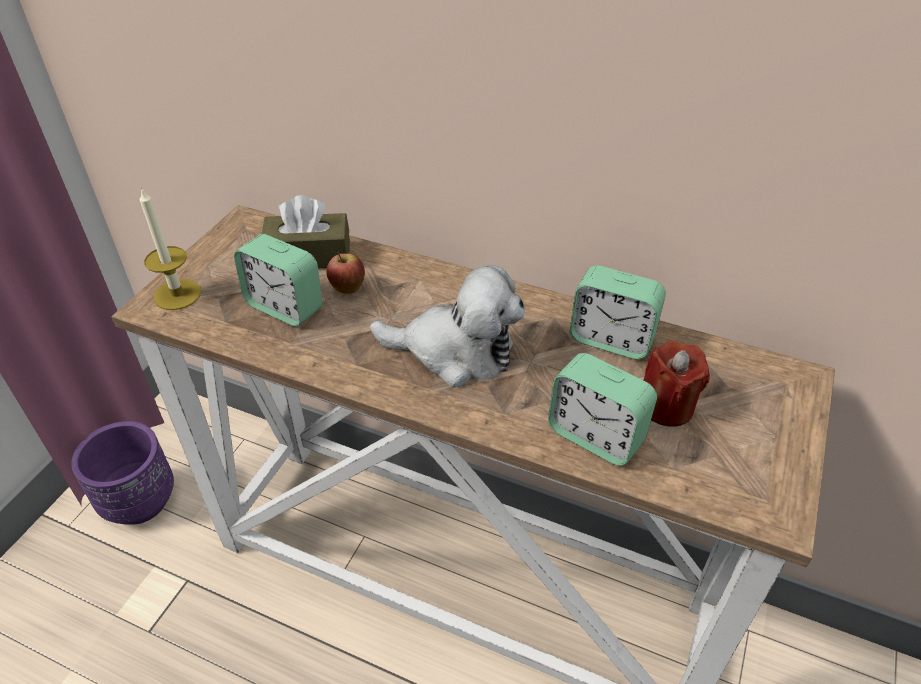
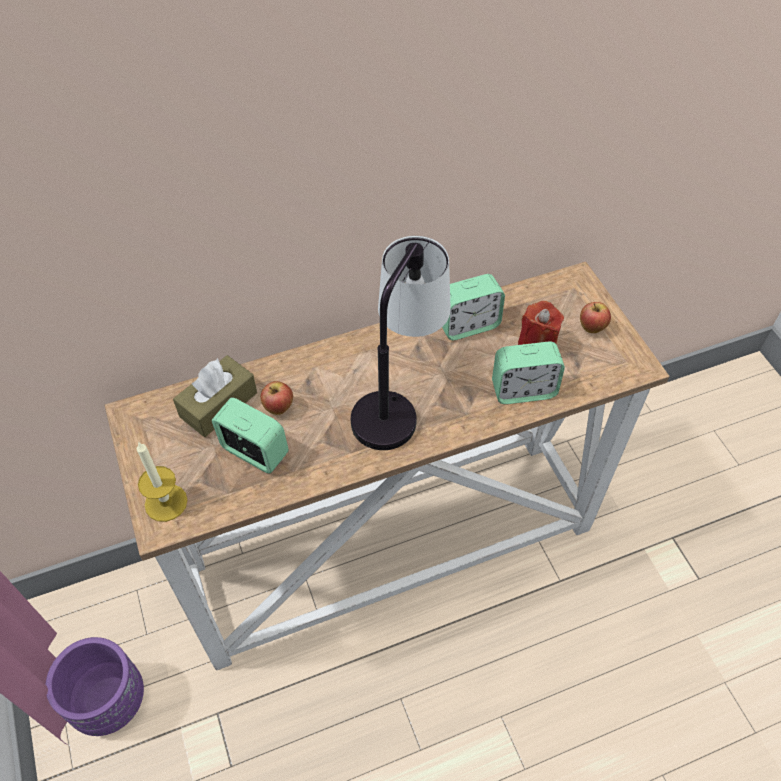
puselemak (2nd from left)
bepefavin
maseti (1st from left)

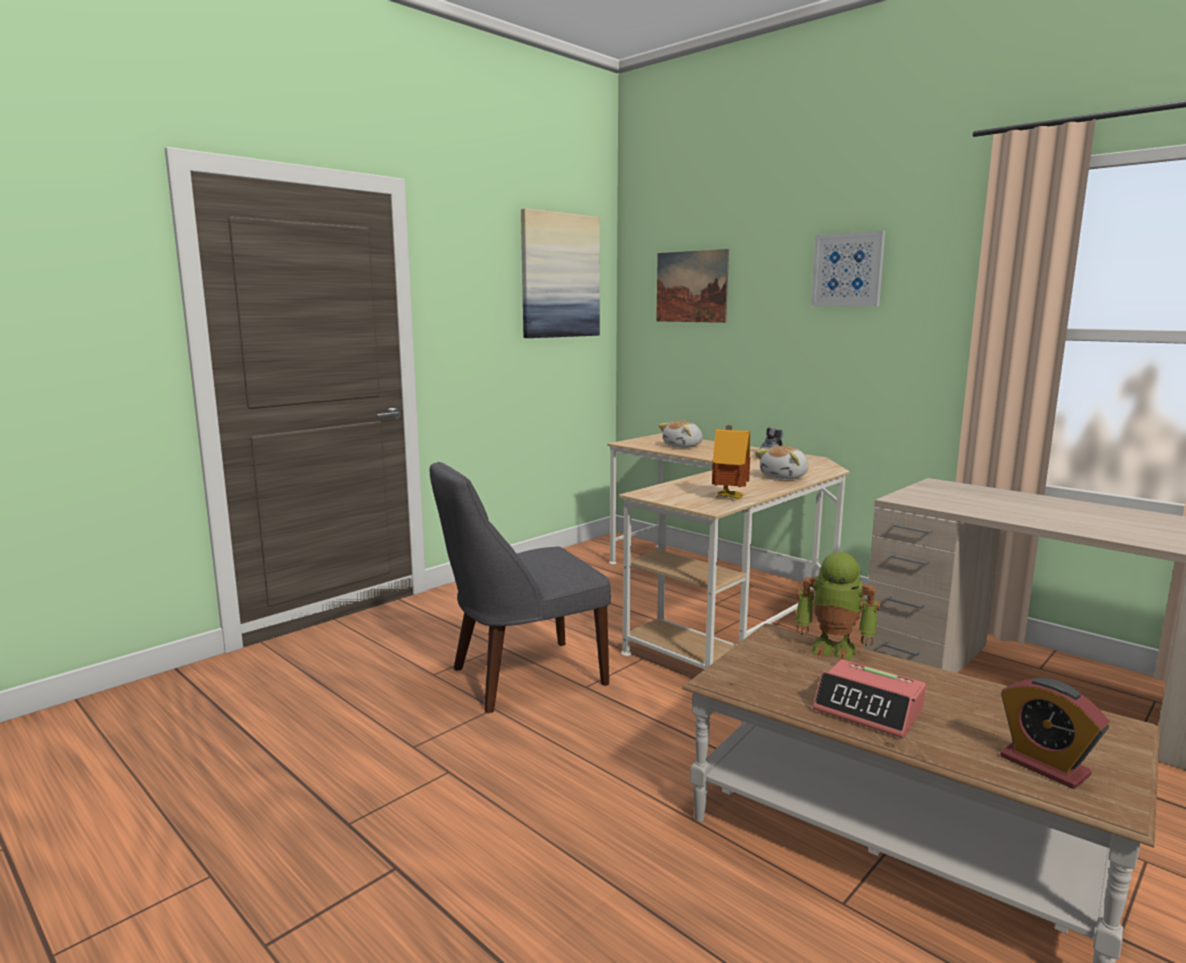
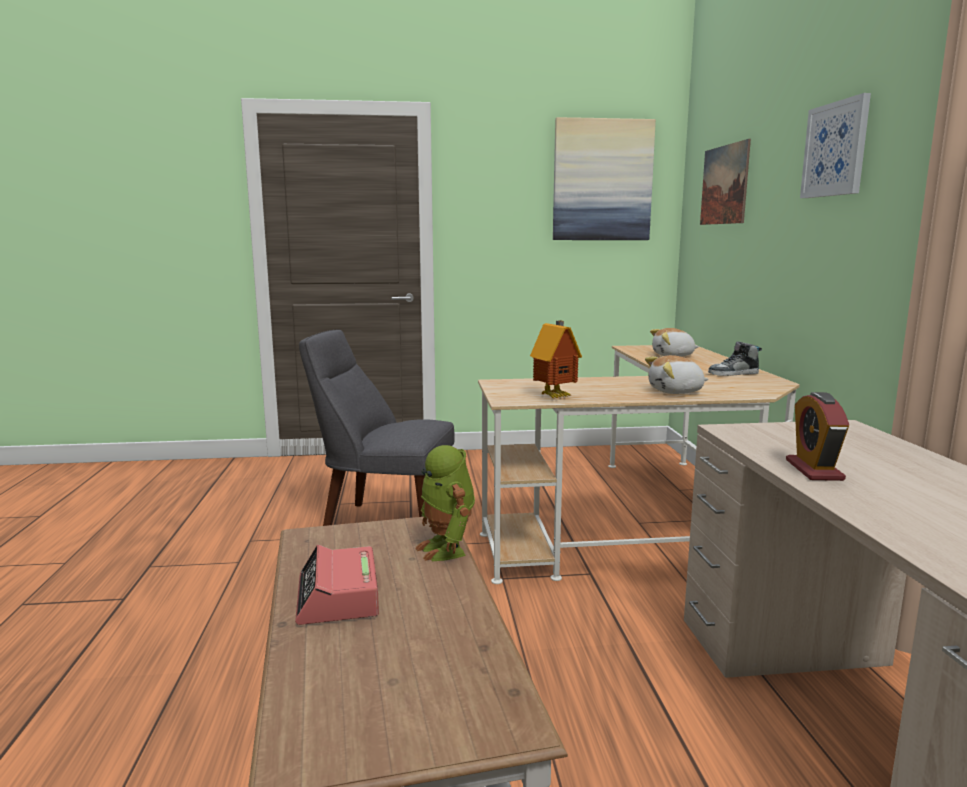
maseti (2nd from left)

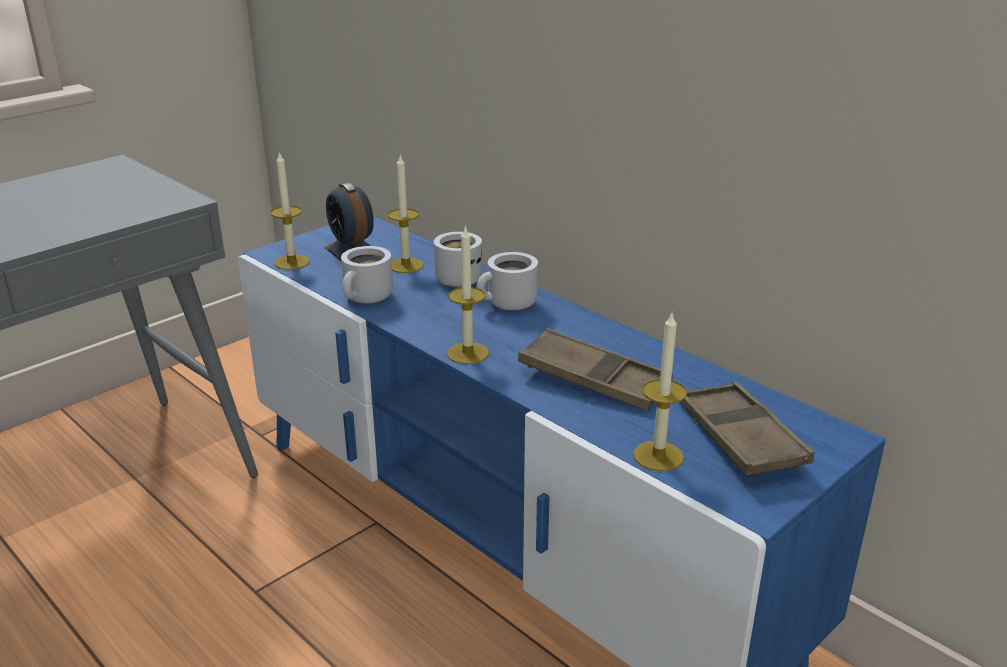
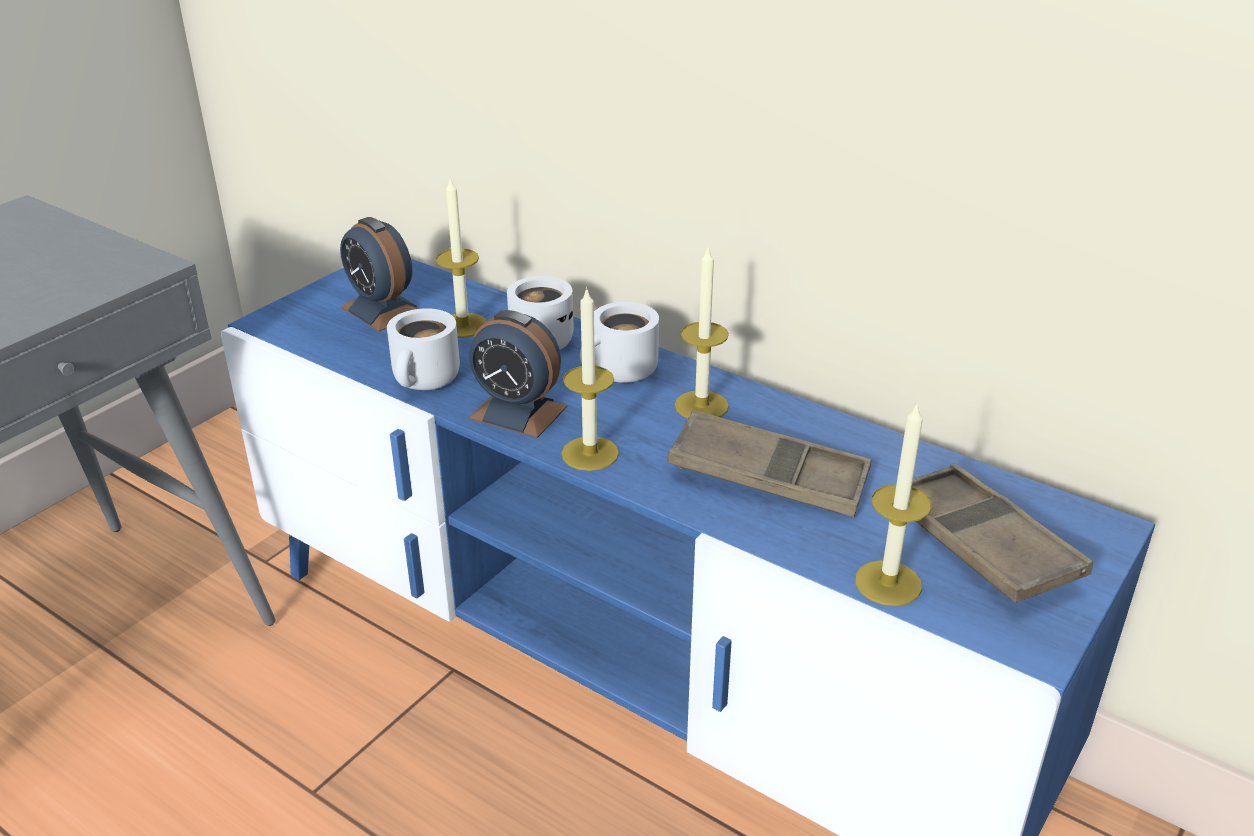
maseti (2nd from left)
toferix (3rd from left)

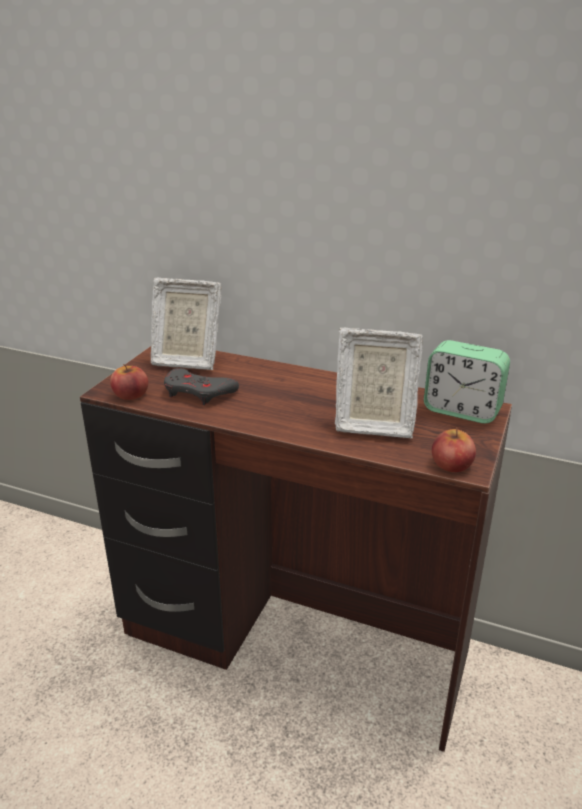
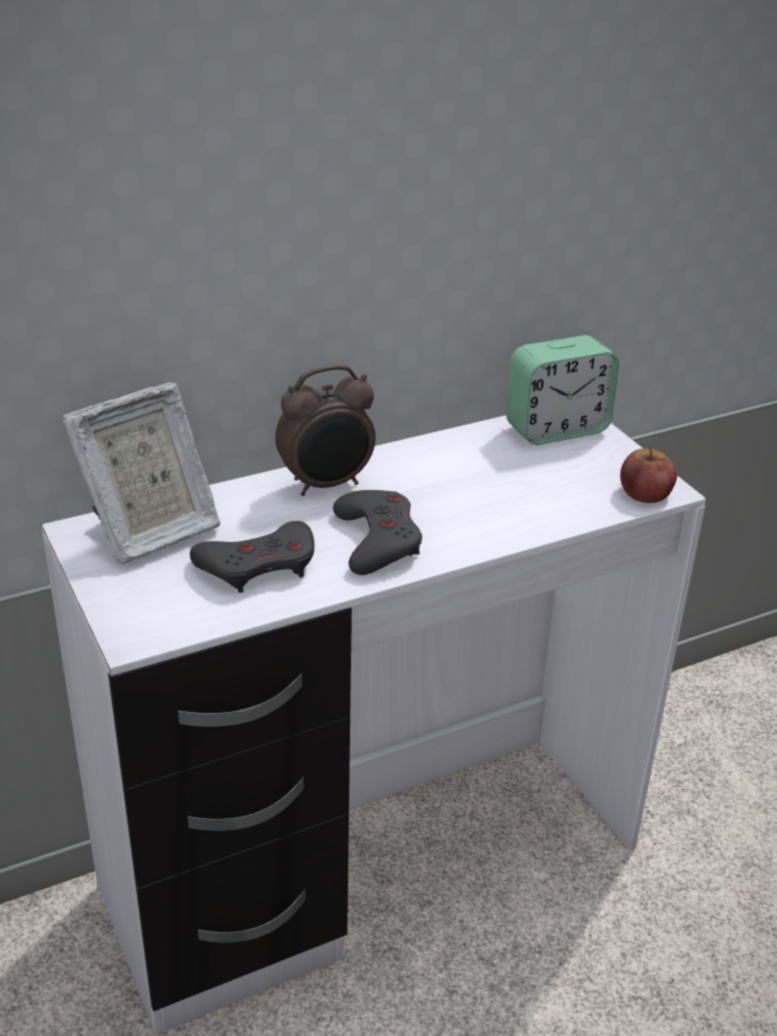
puselemak (1st from left in the first image)
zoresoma (2nd from left in the first image)
maseti (1st from left)
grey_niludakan (2nd from left)
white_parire

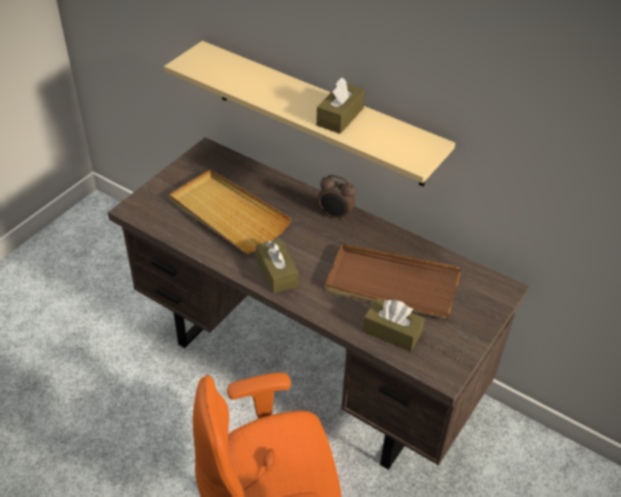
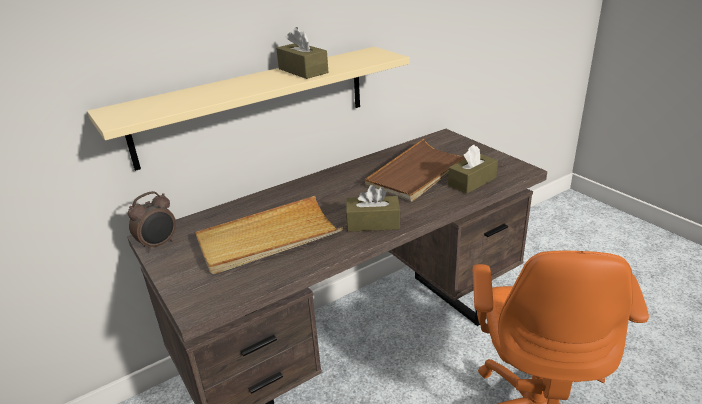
maseti

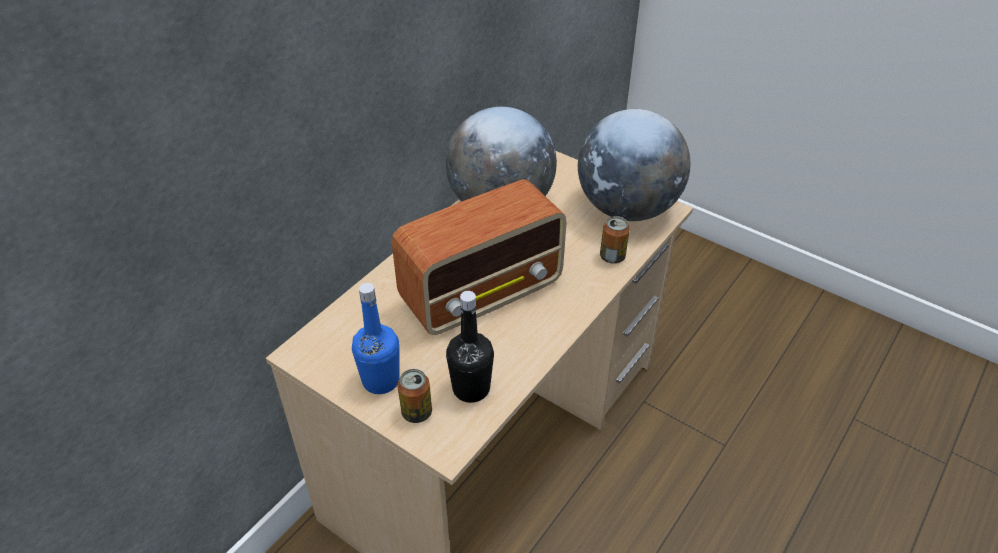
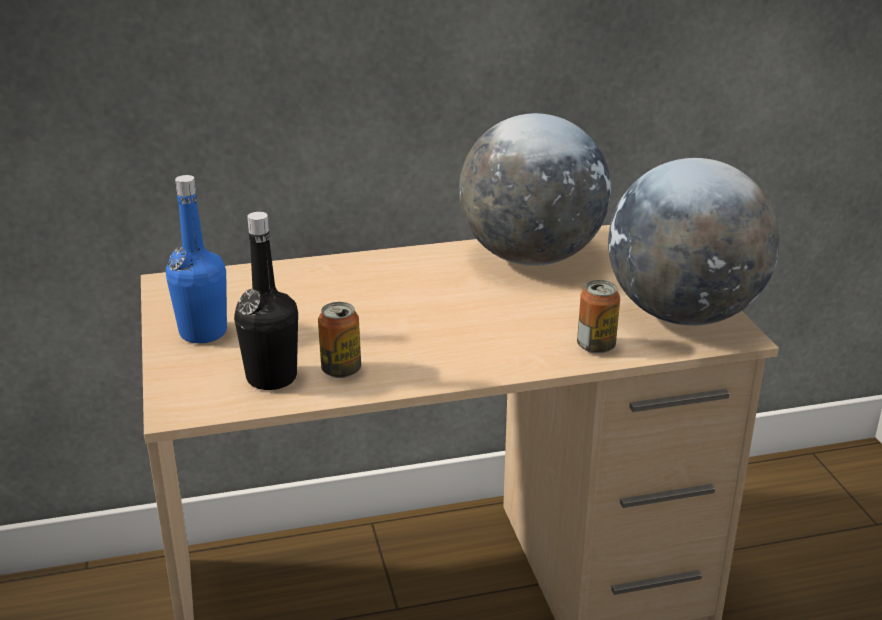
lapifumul
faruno (1st from left)

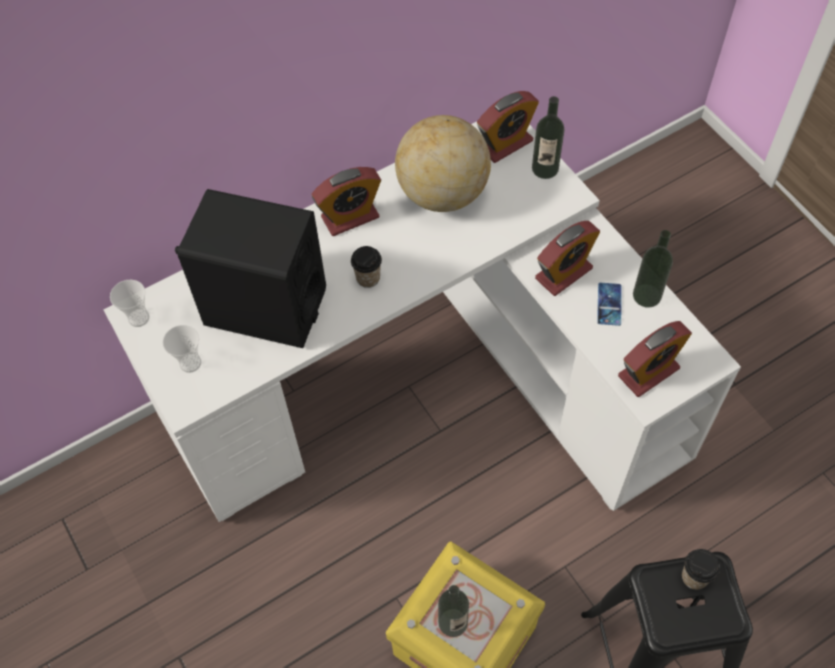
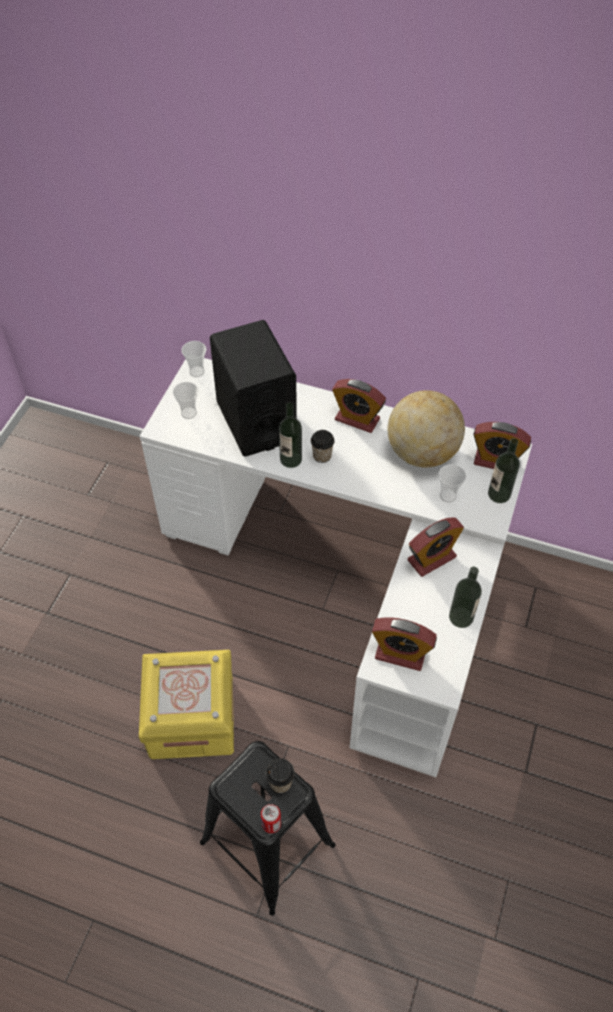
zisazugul
faruno
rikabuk (5th from left)
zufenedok (1st from left)
maseti (3rd from left)

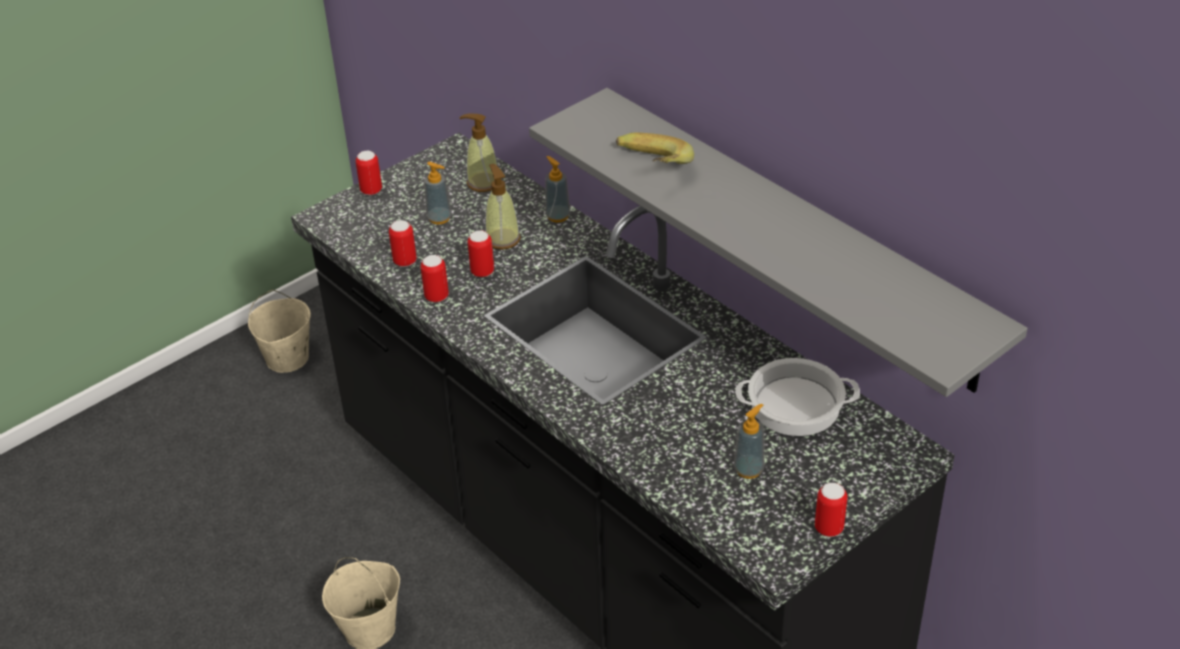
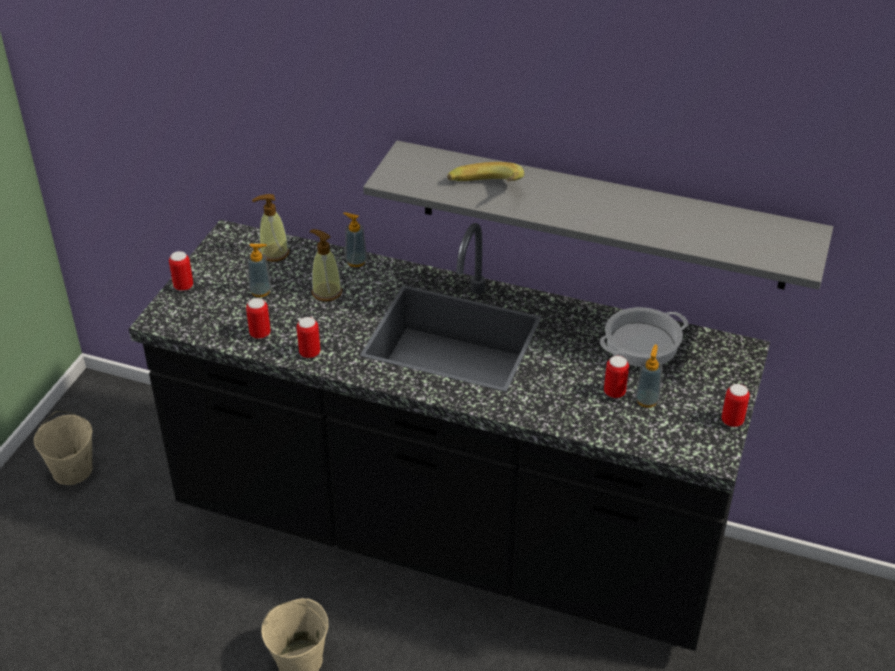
faruno (4th from left)

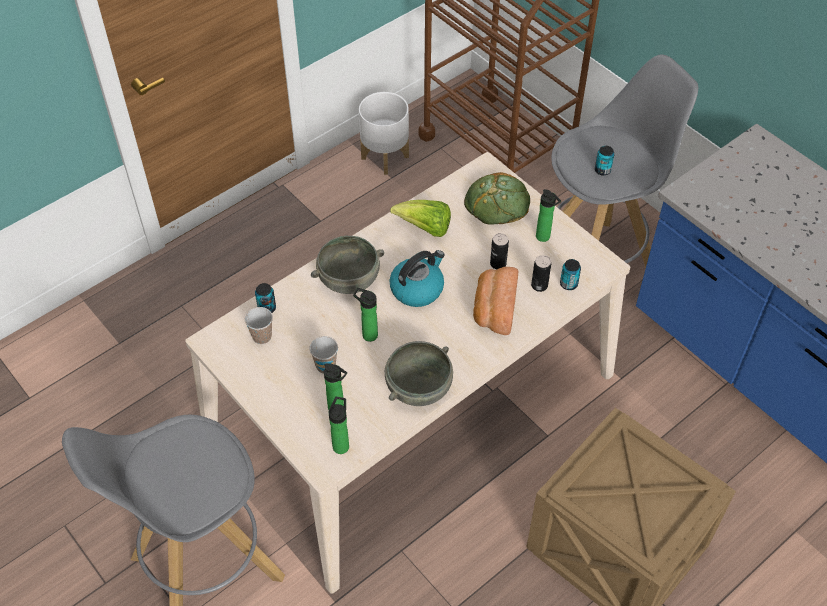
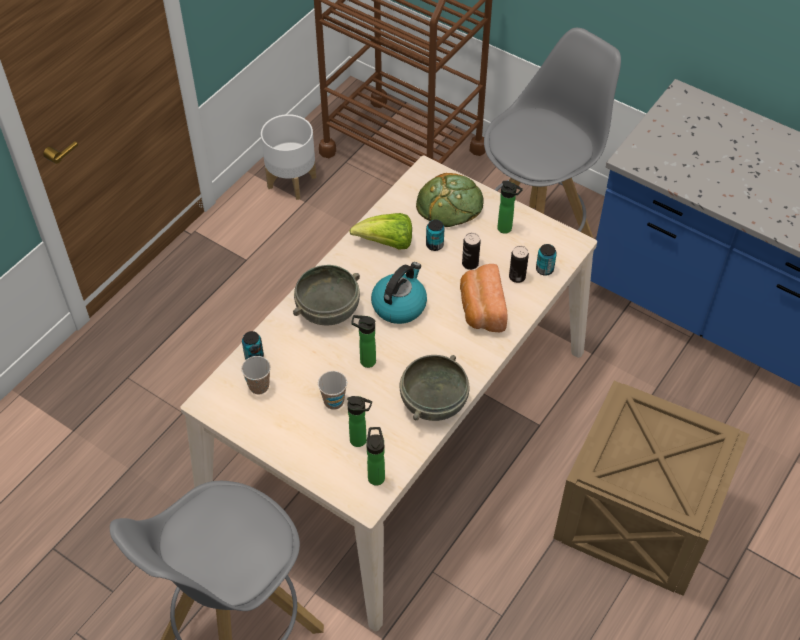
faruno (2nd from left)

